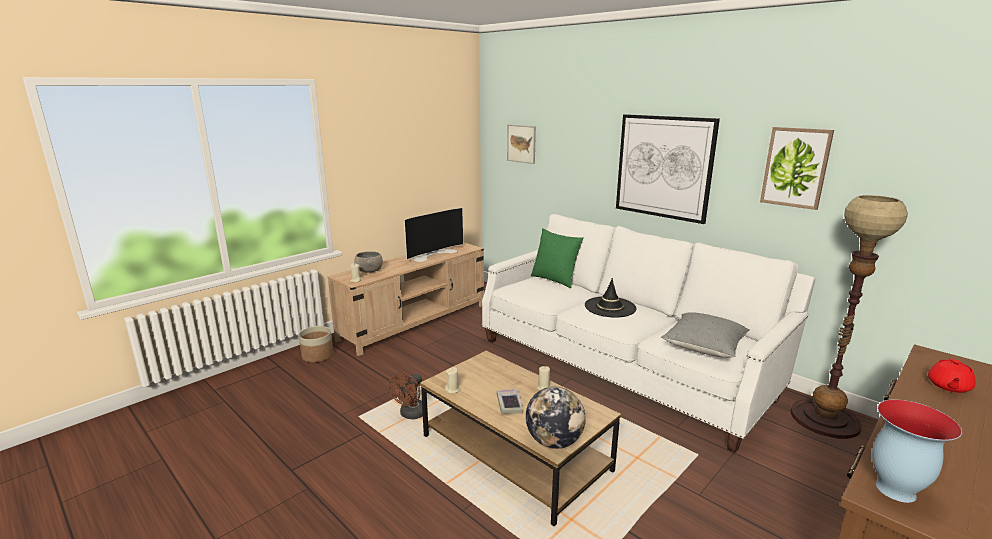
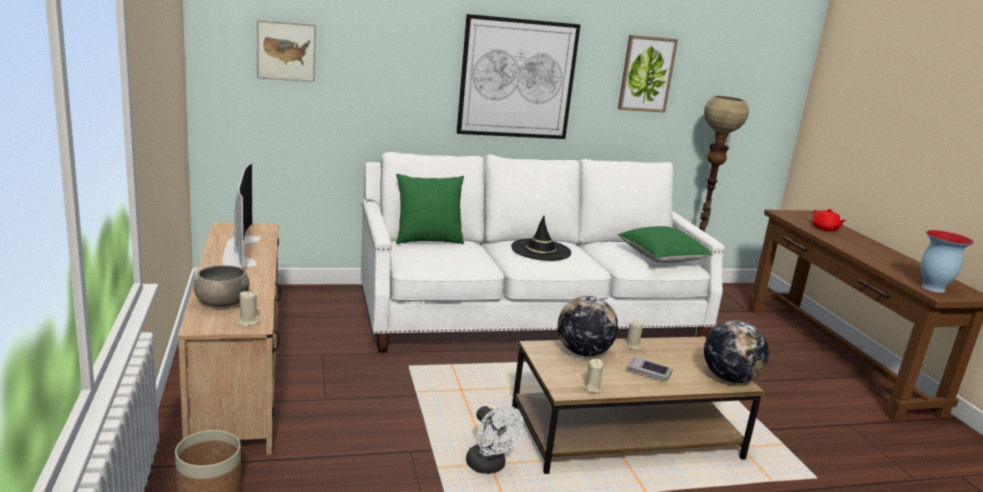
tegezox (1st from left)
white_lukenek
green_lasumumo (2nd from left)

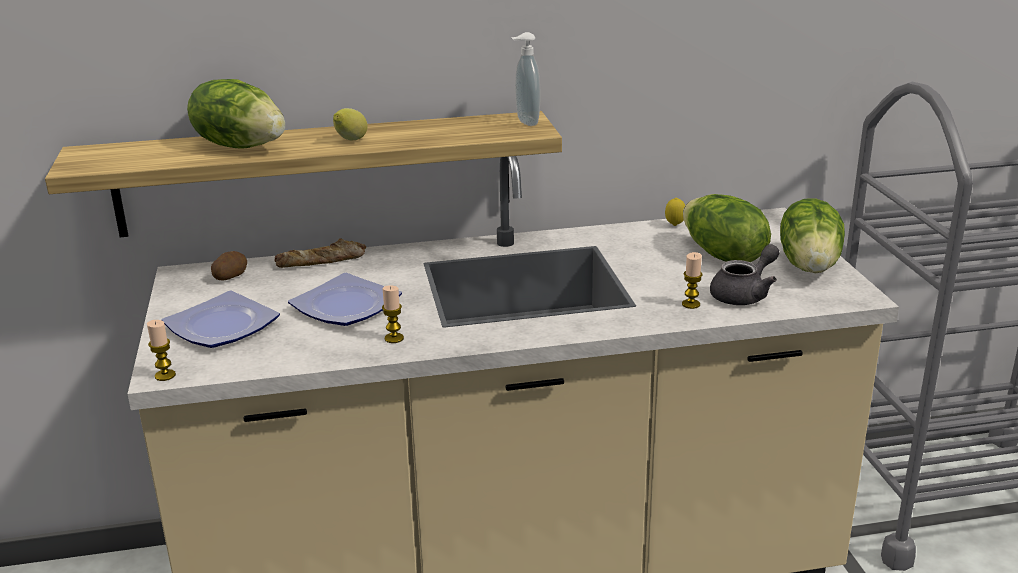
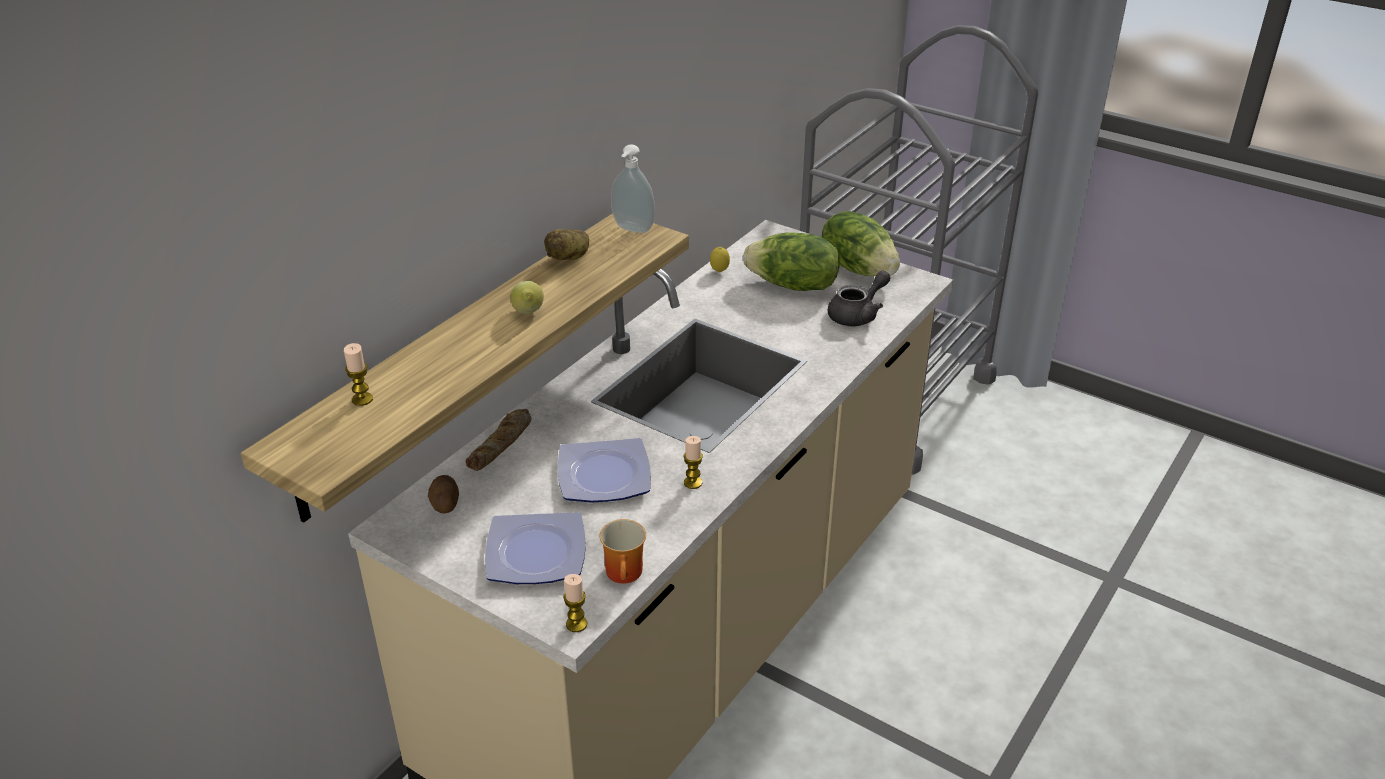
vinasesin (1st from left in the first image)
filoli (2nd from left)
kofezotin
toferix (1st from left)
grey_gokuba

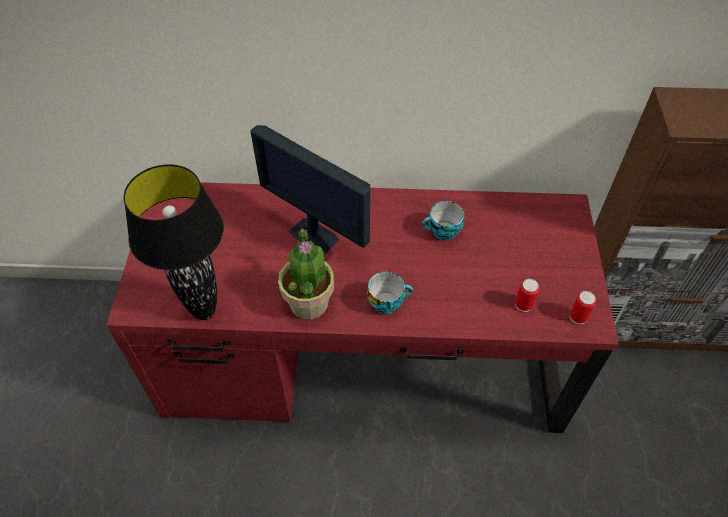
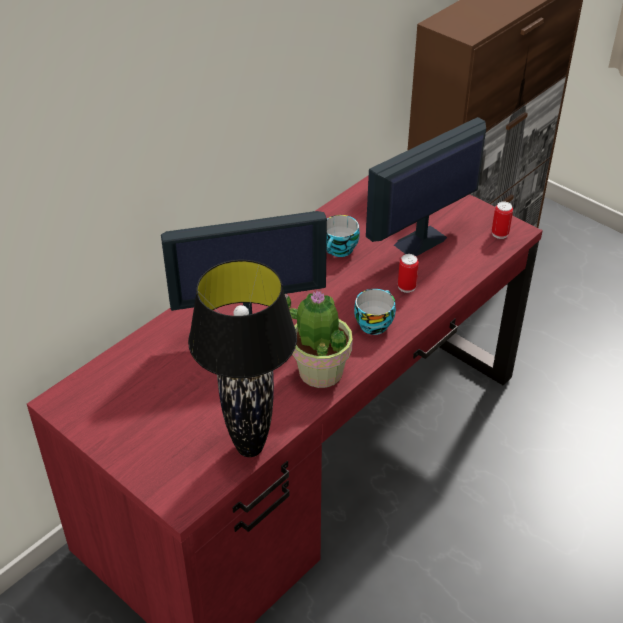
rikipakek (2nd from left)
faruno (1st from left)

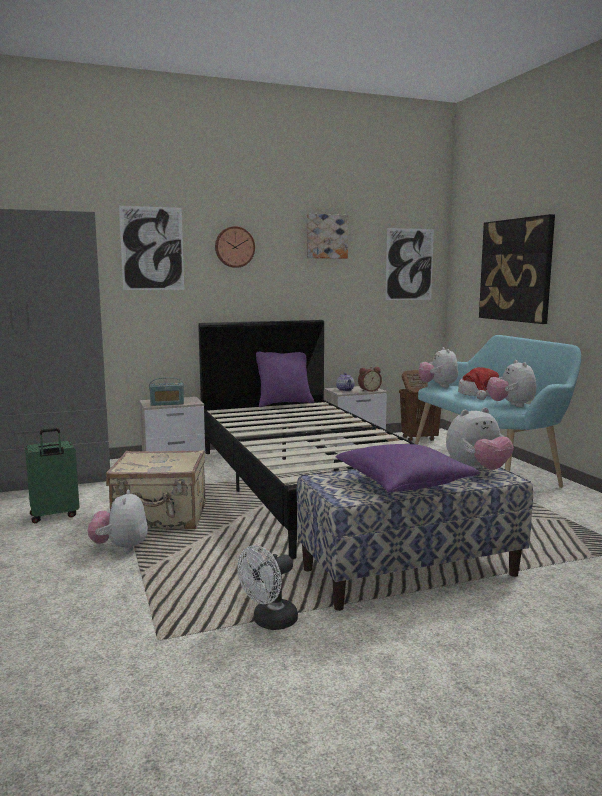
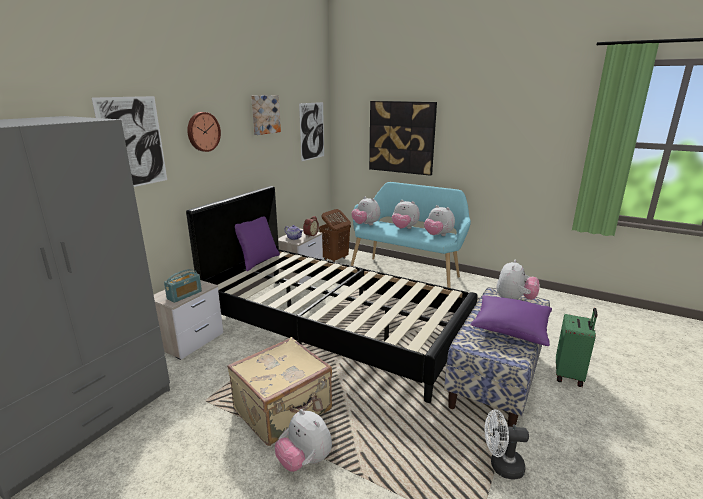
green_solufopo
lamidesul (3rd from left)
white_lukenek

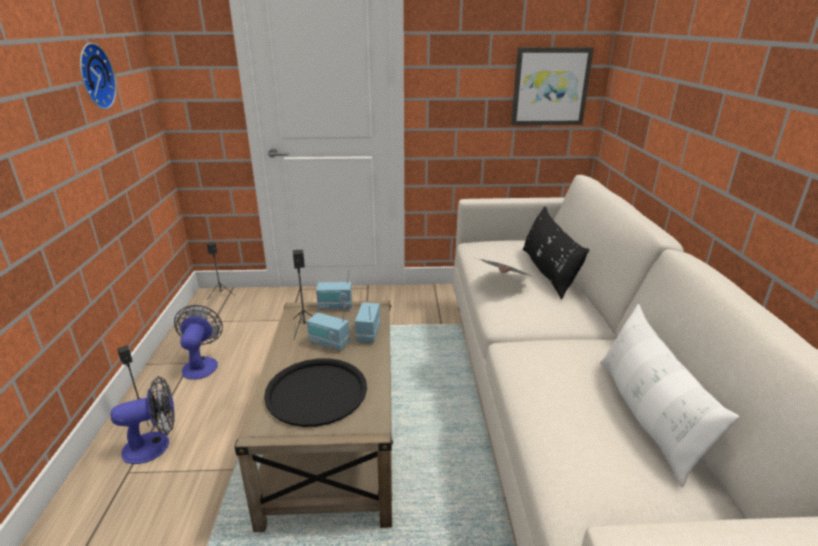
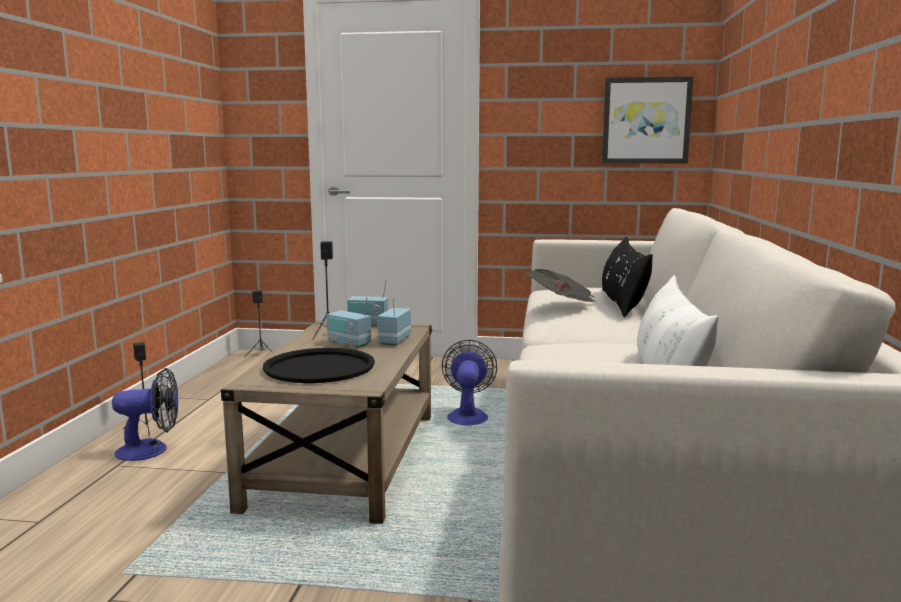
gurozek
lukenek (2nd from left)

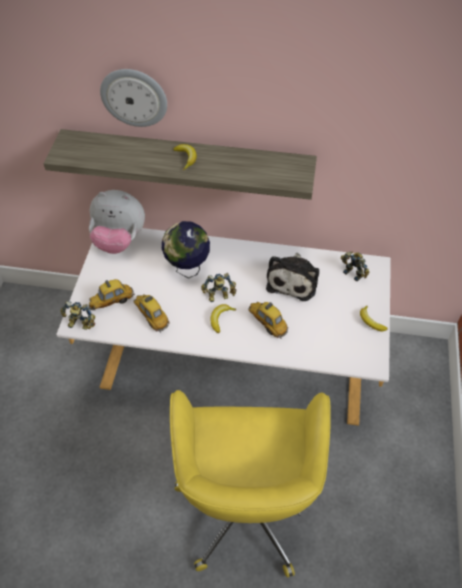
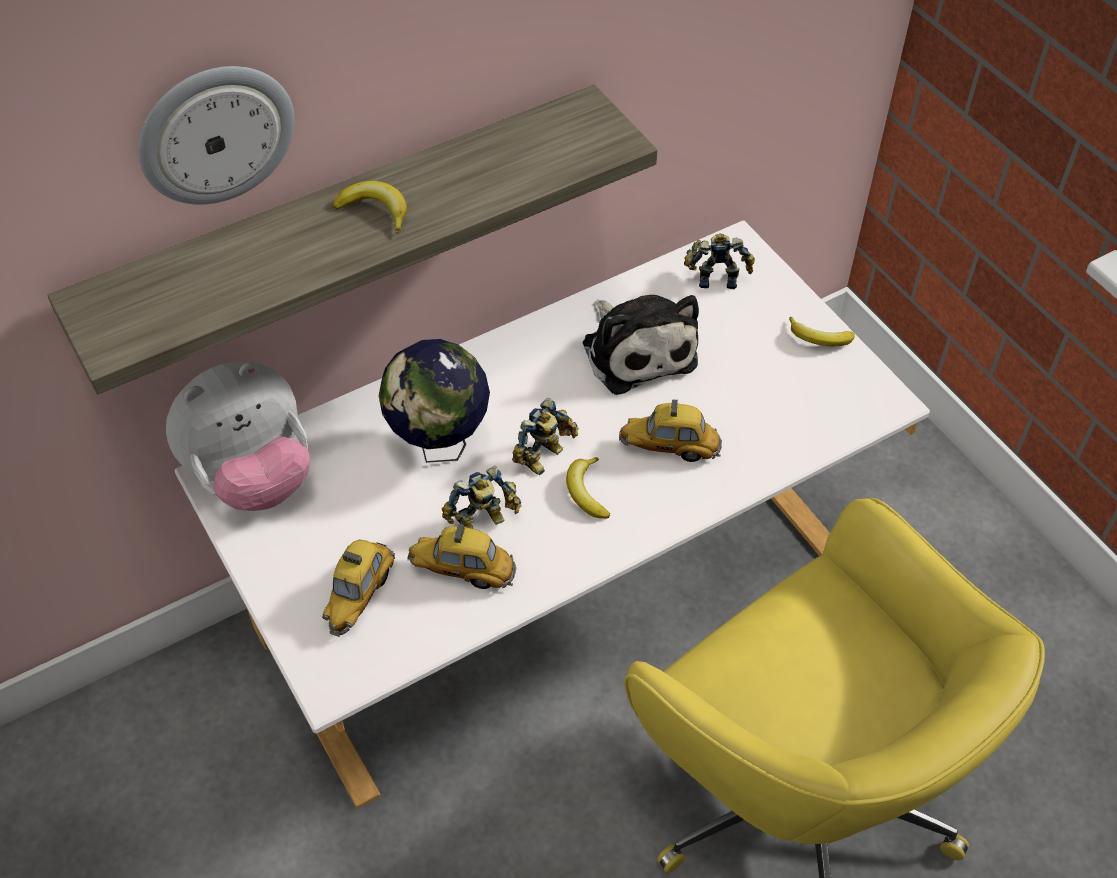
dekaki (1st from left)

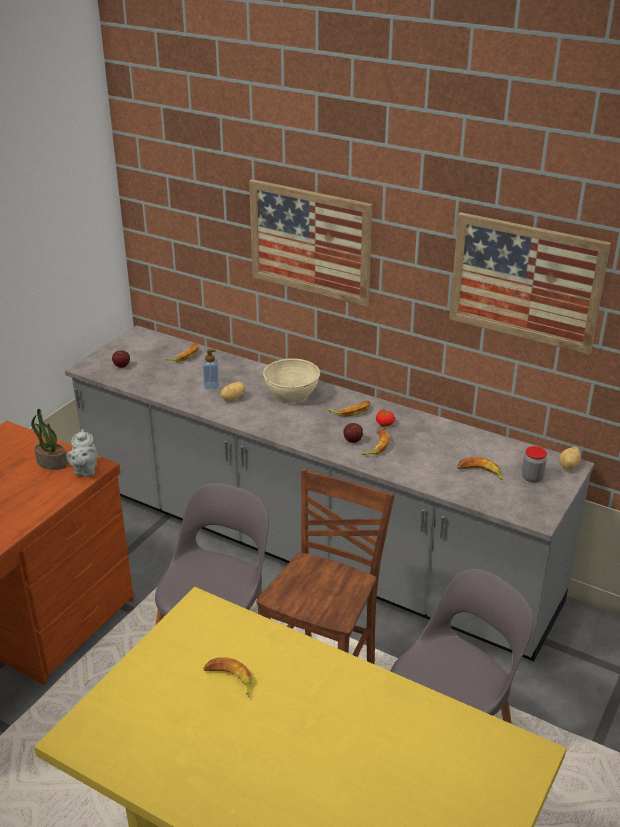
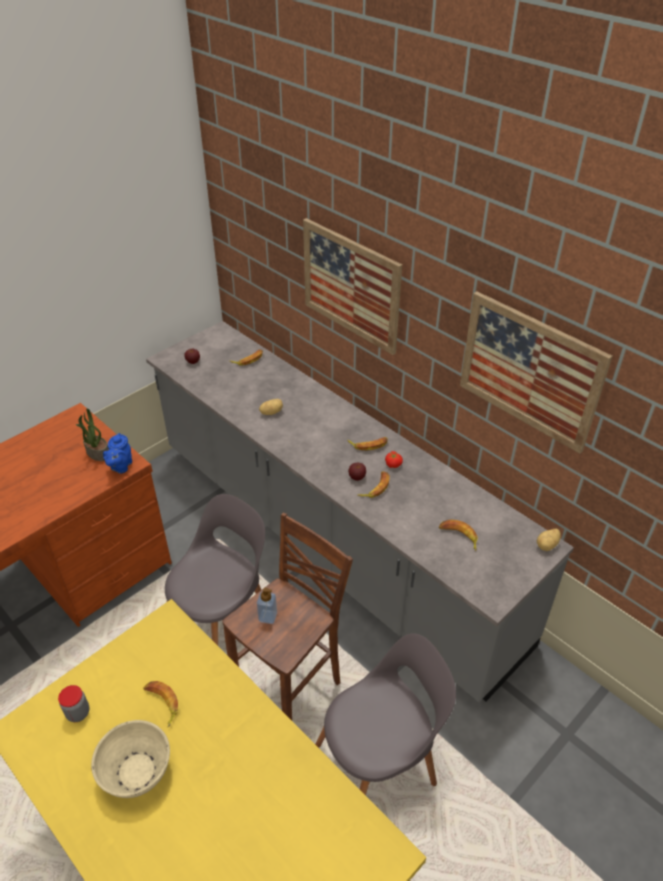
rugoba
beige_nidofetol
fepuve
blue_gokuba

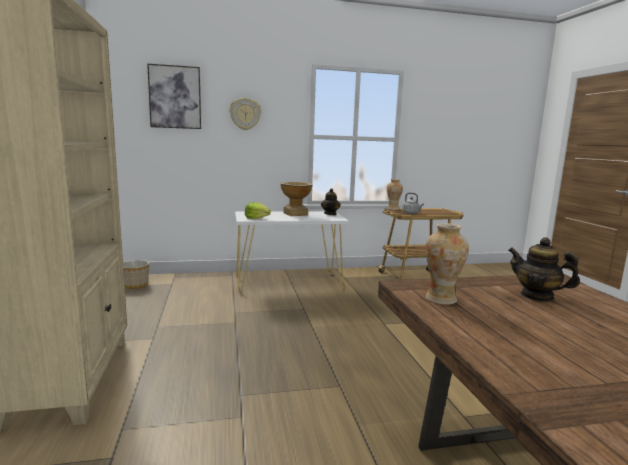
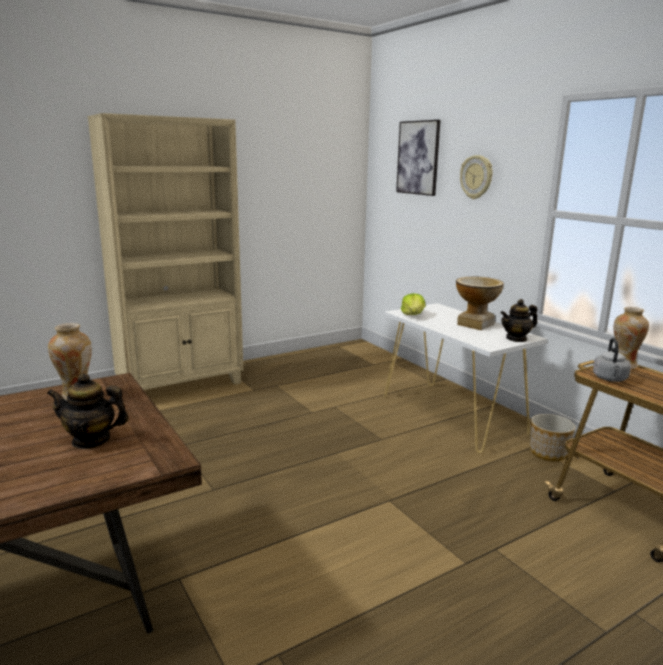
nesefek
gokuba (1st from left)

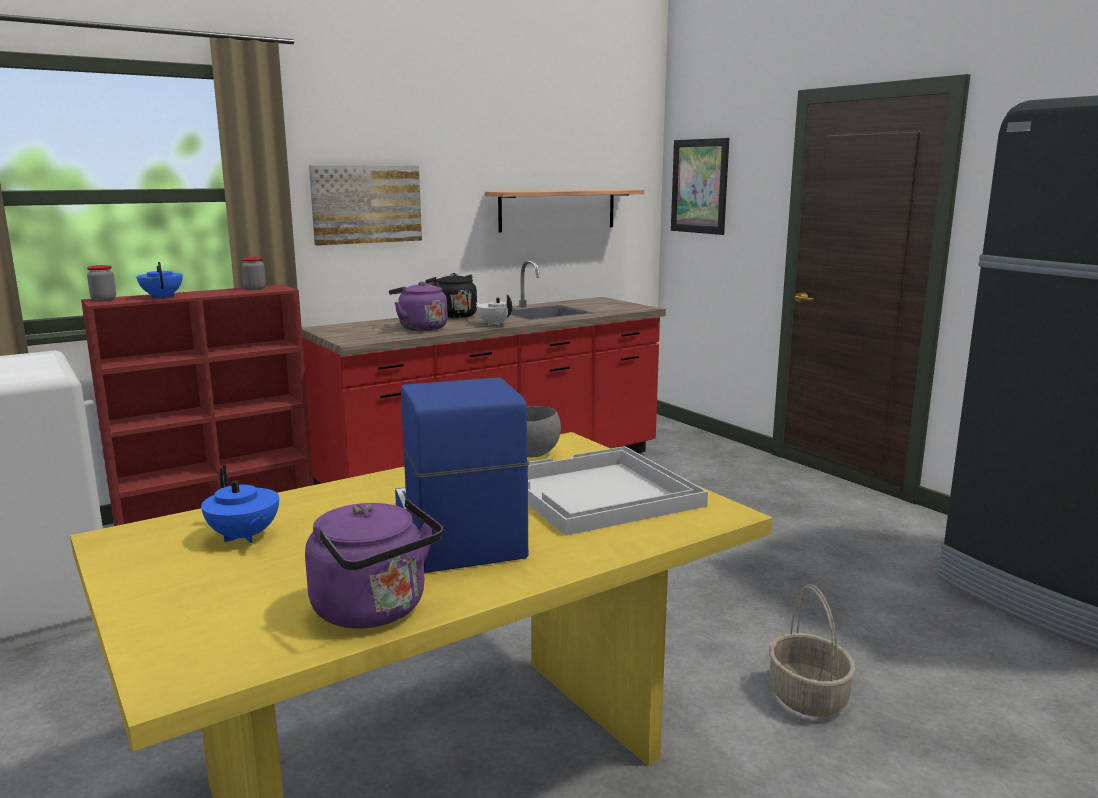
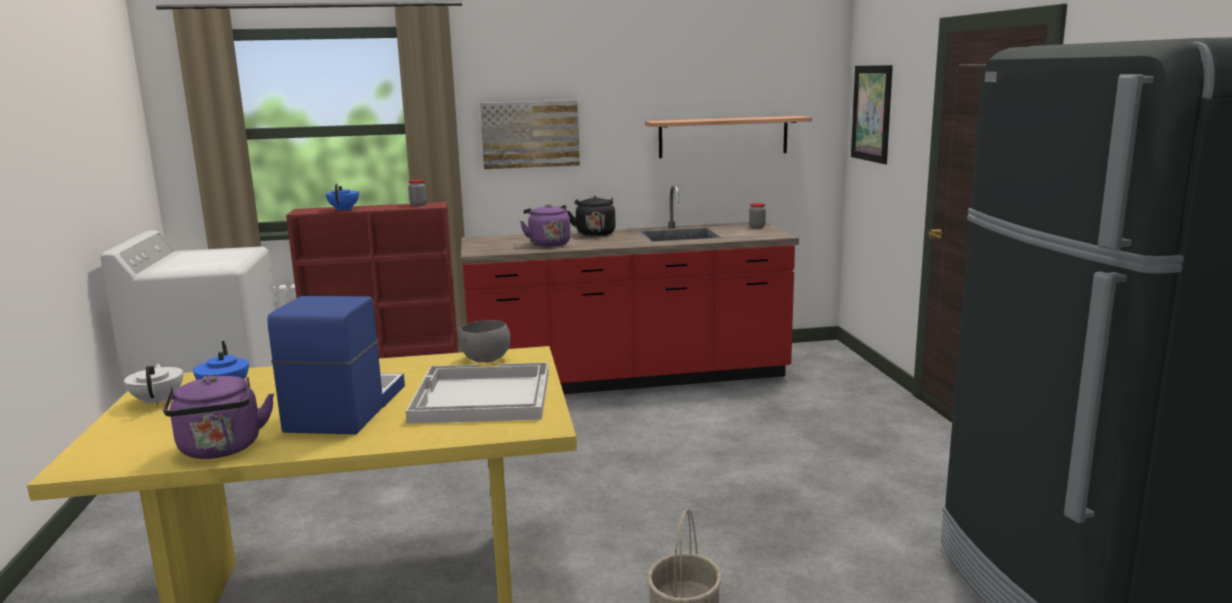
fepuve (2nd from left)
white_gokuba

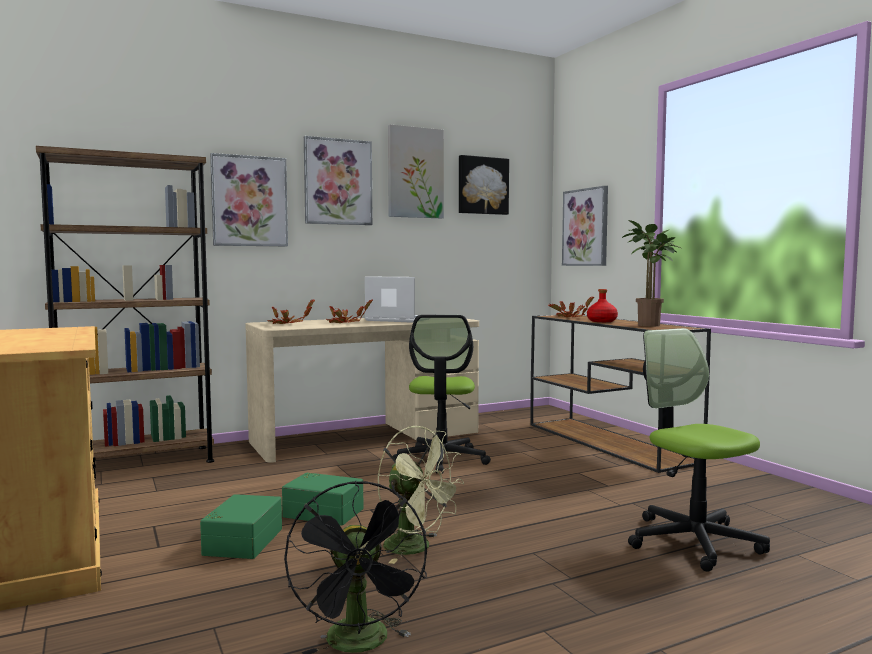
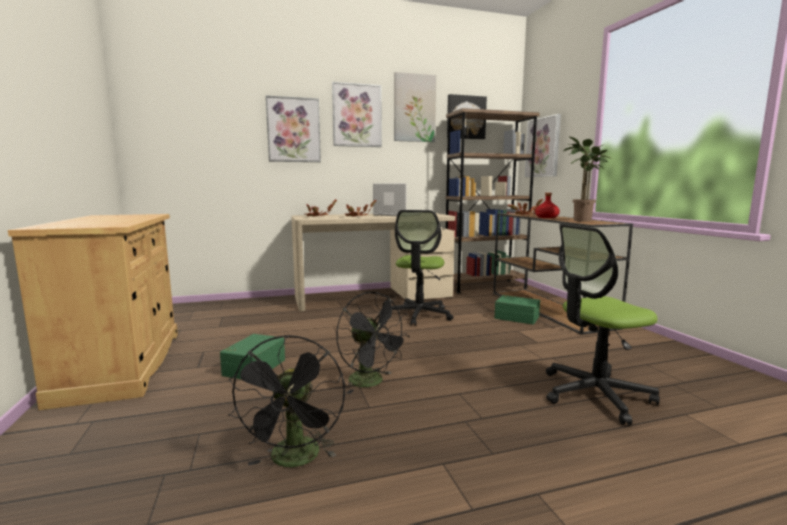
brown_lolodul
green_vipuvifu (2nd from left)
black_lukenek (2nd from left)
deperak (2nd from left)

